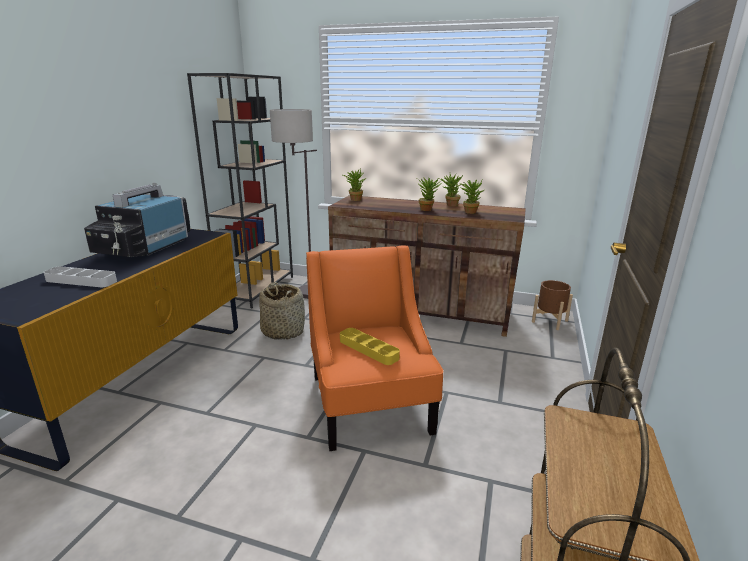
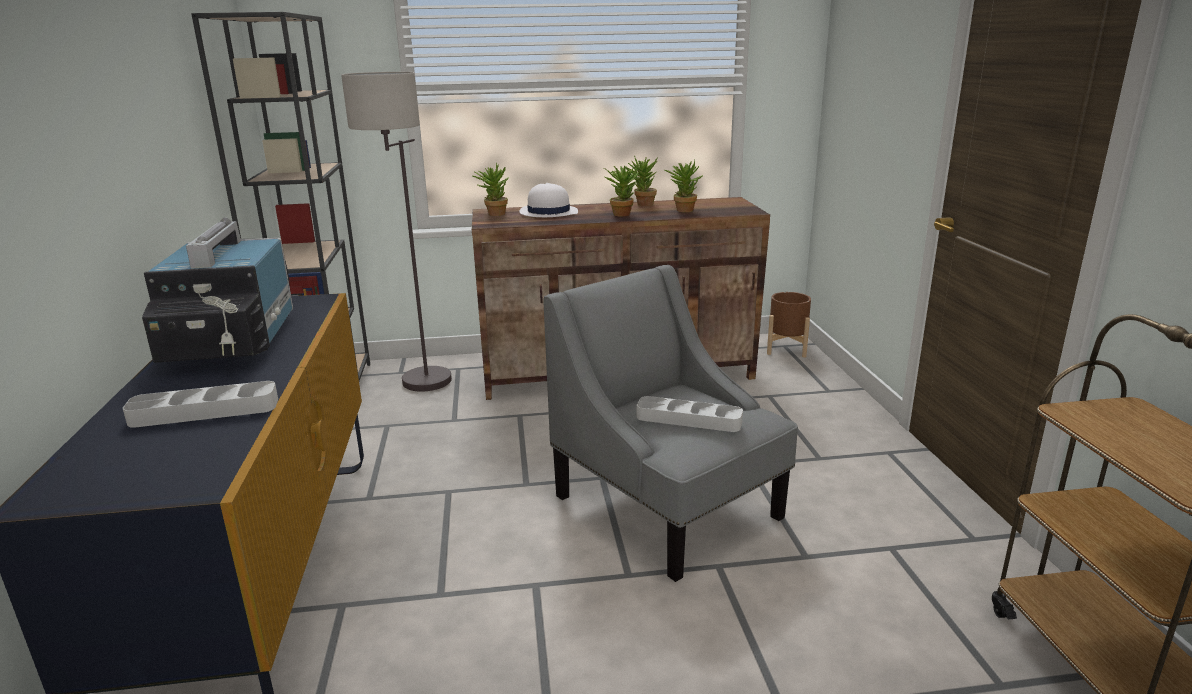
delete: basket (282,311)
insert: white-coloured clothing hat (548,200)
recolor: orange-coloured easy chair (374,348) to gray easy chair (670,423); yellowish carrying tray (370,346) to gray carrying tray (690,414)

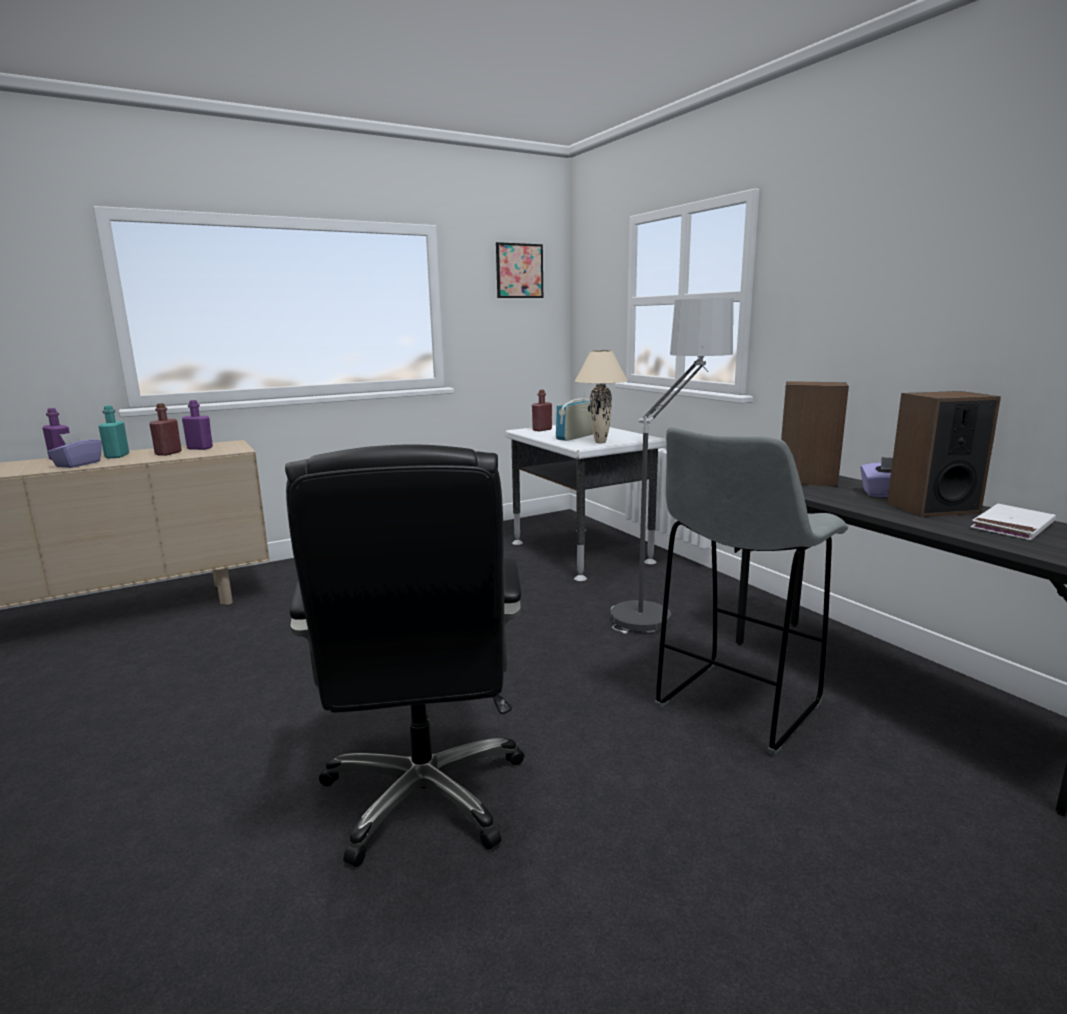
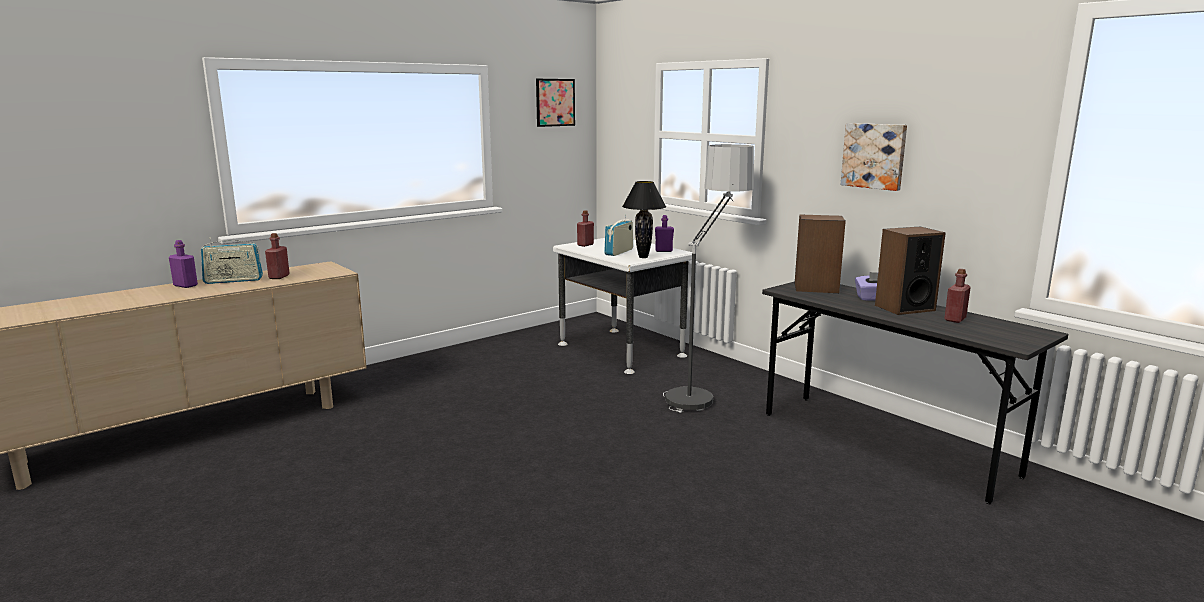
delete: gray stool (751,591); purplish tissue holder (74,450); black-coloured office chair (405,655)
insert: wall art (874,157)
move: purplish beverage bottle (197,425) to (664,233)
replace: turquoise beverage bottle (114,431) to radio receiver (232,261); white-coloured book (1013,522) to reddish beverage bottle (957,296)
recolor: sand-coloured table lamp (601,396) to black-coloured table lamp (644,219)

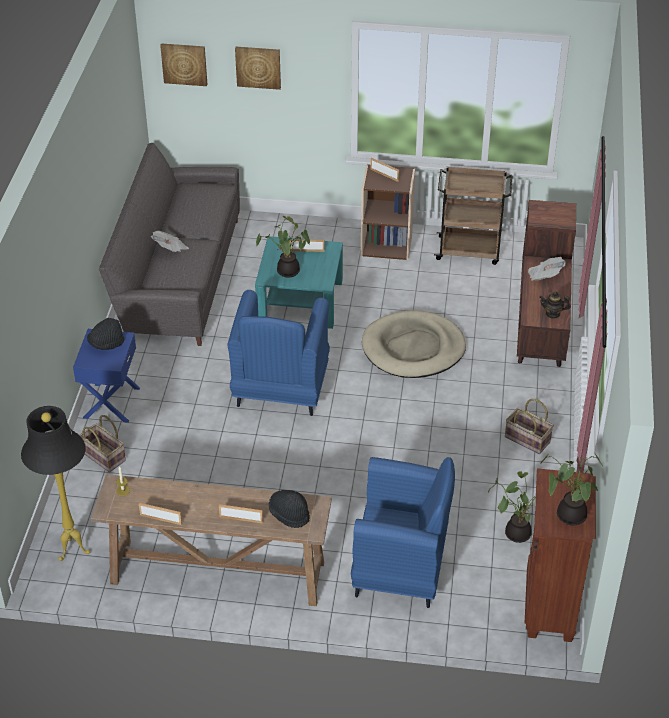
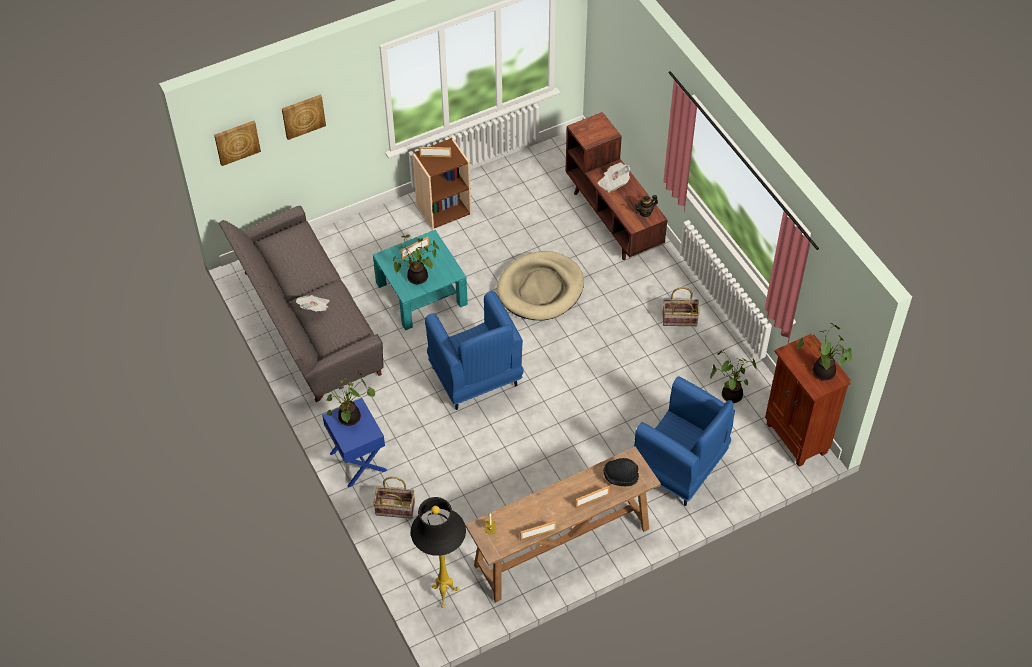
delete: brownish trolley (473,215)
replace: black-coloured clothing hat (105,334) to houseplant (350,398)
rotate: bluish easy chair (403,532) = (684,441) 60 degrees clockwise

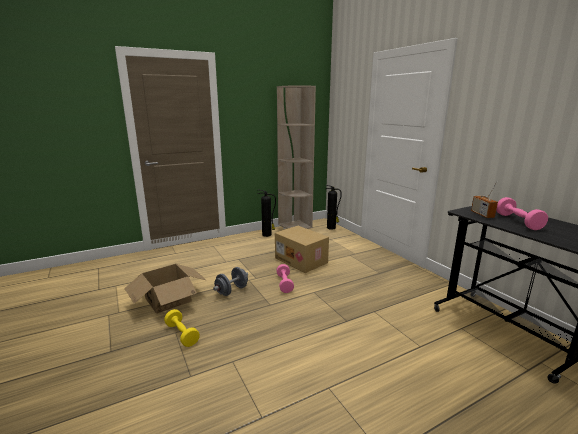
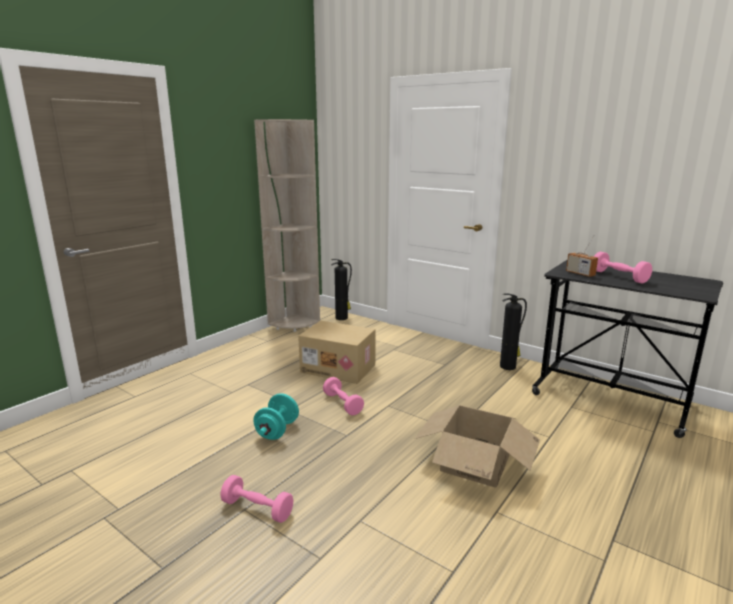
move: fire extinguisher (266,213) to (513,331); cardboard box (165,289) to (477,446)
recolor: gray free weight (230,281) to turquoise free weight (276,416); yellowish free weight (182,328) to pink-coloured free weight (256,499)

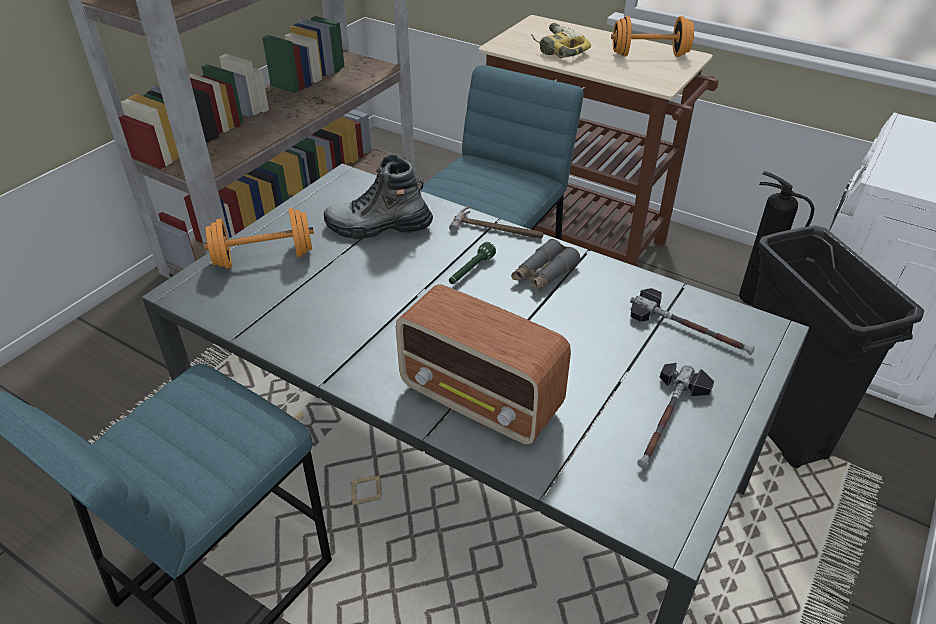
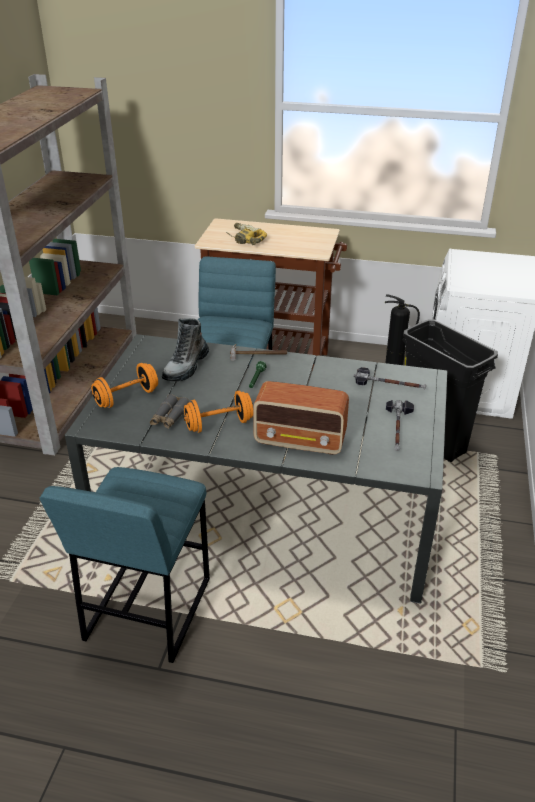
move: orange-coloured free weight (652,36) to (218,412); gray binoculars (546,265) to (170,411)
rotate: high-top boot (378,196) = (185,349) 45 degrees counterclockwise

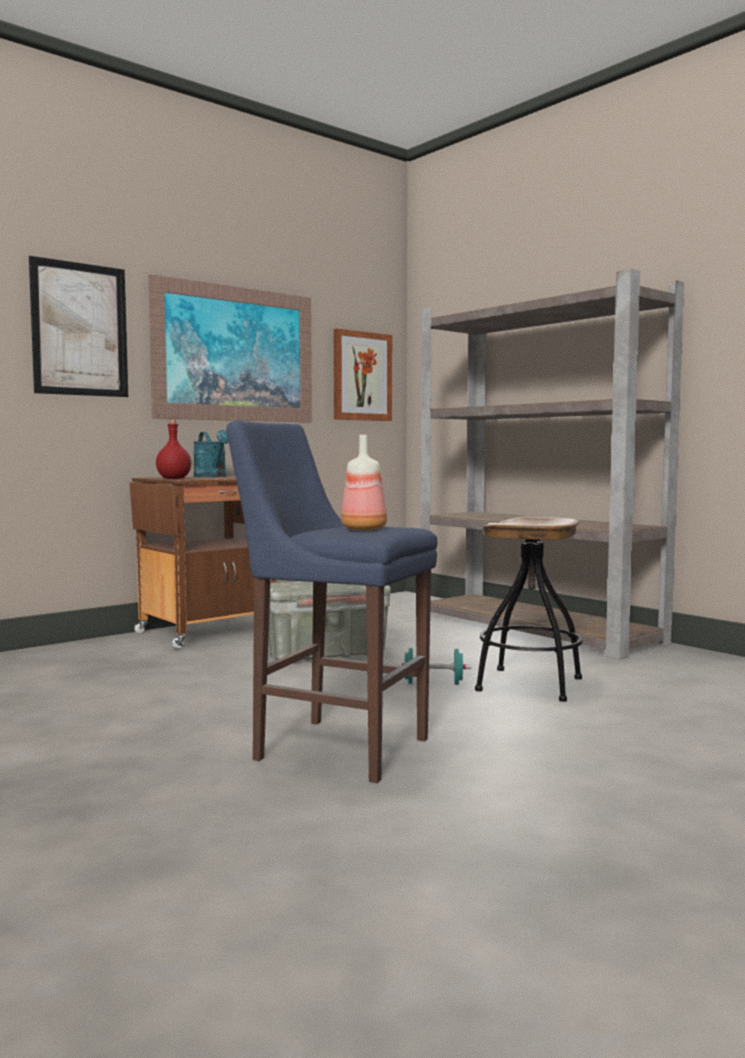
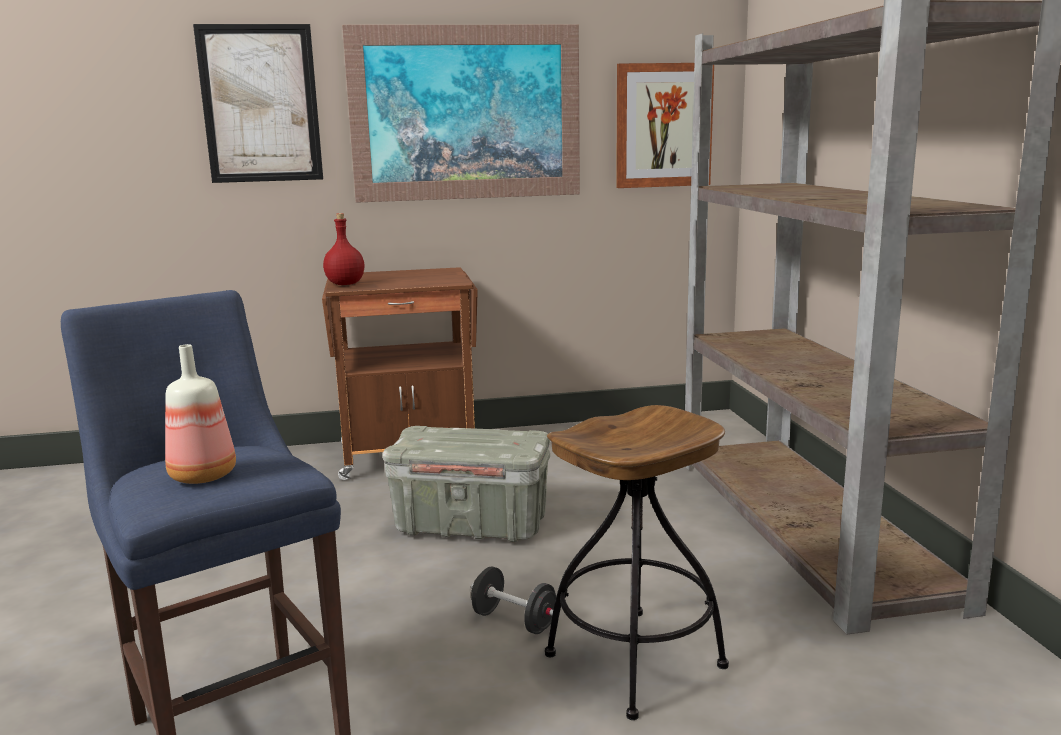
delete: turquoise watering pot (211,453)
recolor: turquoise free weight (433,666) to black-coloured free weight (513,600)

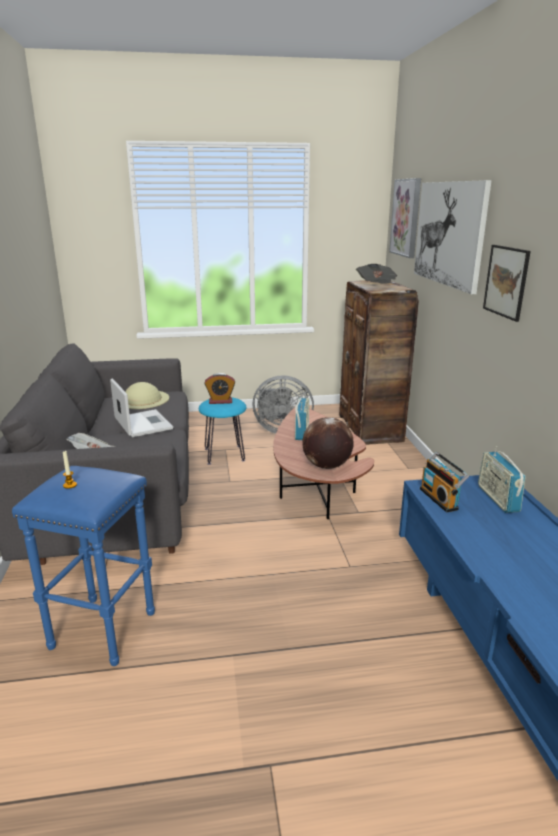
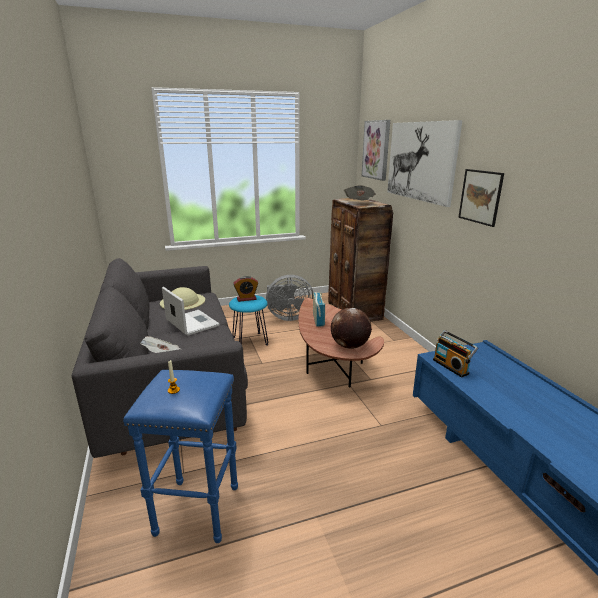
delete: radio receiver (502,479)

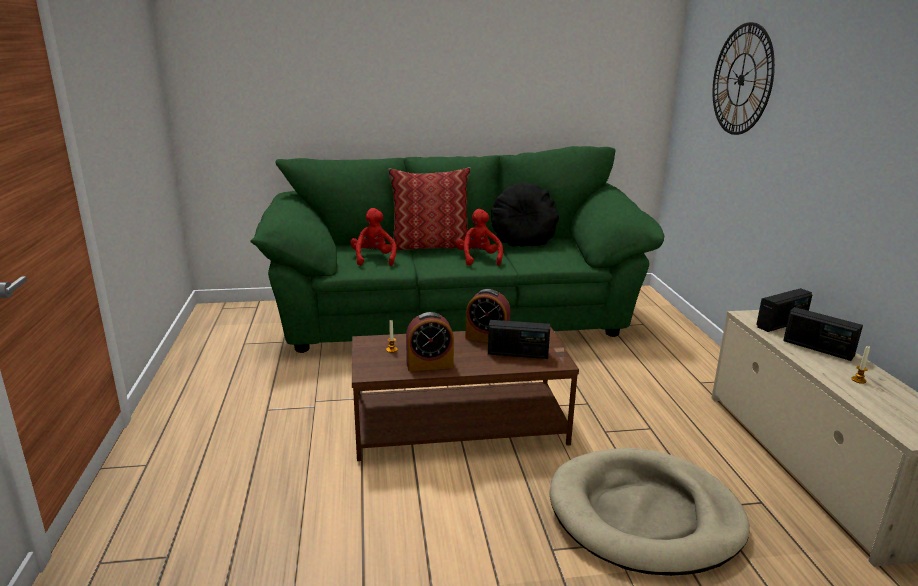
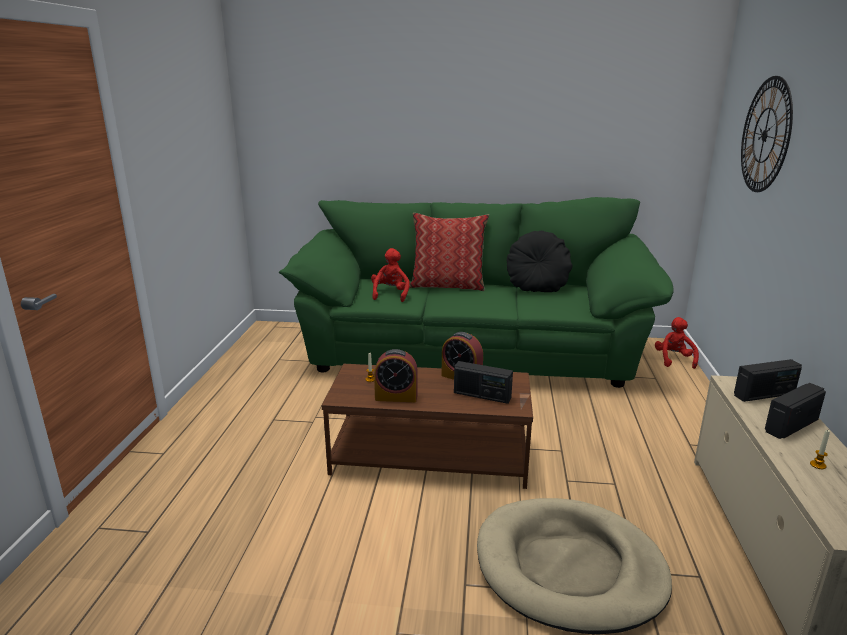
move: reddish plush toy (479,237) to (677,343)
rotate: radio receiver (823,334) = (795,411) 90 degrees clockwise

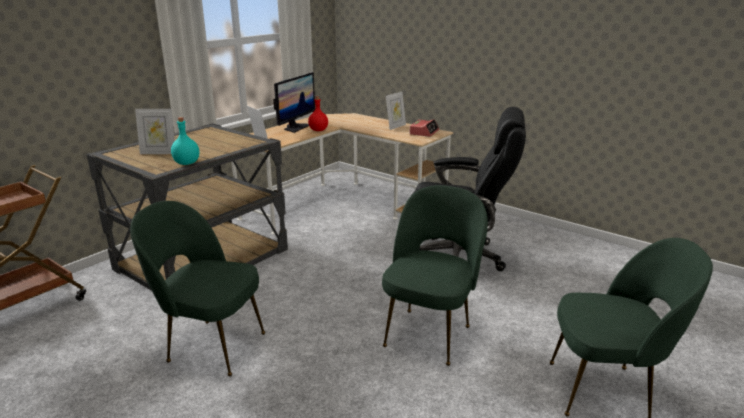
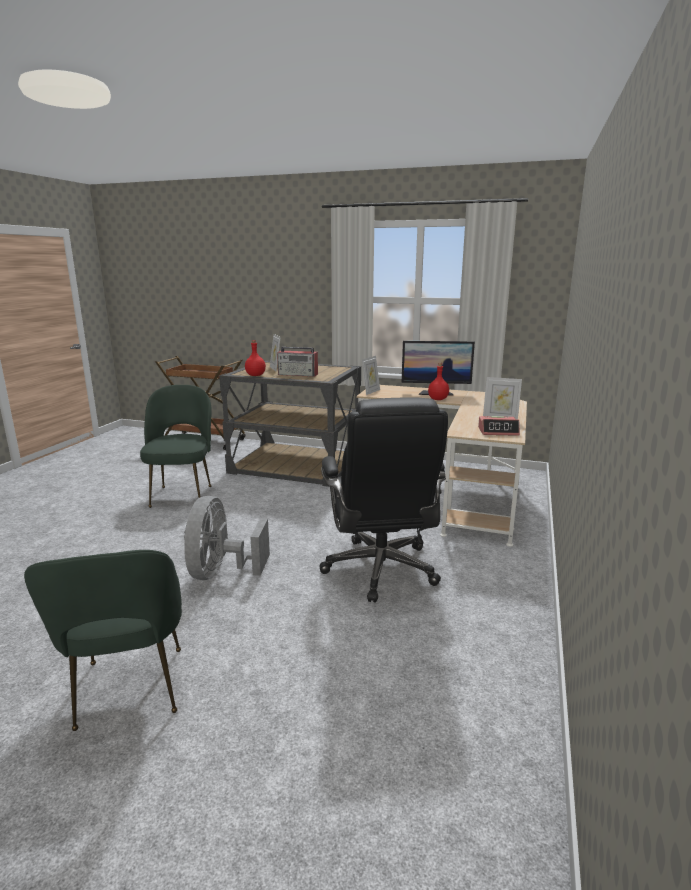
insert: radio receiver (297,362)
replace: green-coloured plain chair (435,275) to gray fan (227,538)
recolor: turquoise beverage bottle (185,141) to reddish beverage bottle (255,358)

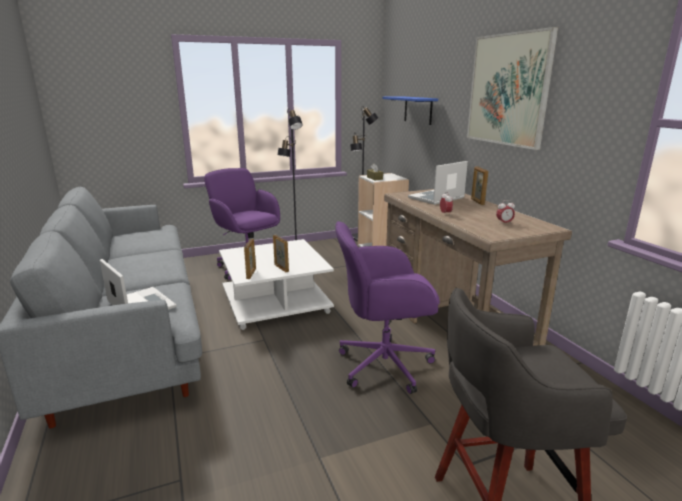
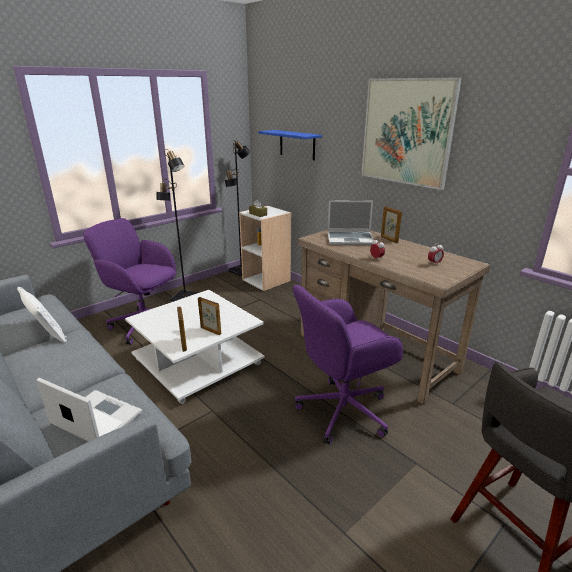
insert: white-coloured throw pillow (42,315)
rotate: portable computer (438,183) = (351,222) 120 degrees counterclockwise

